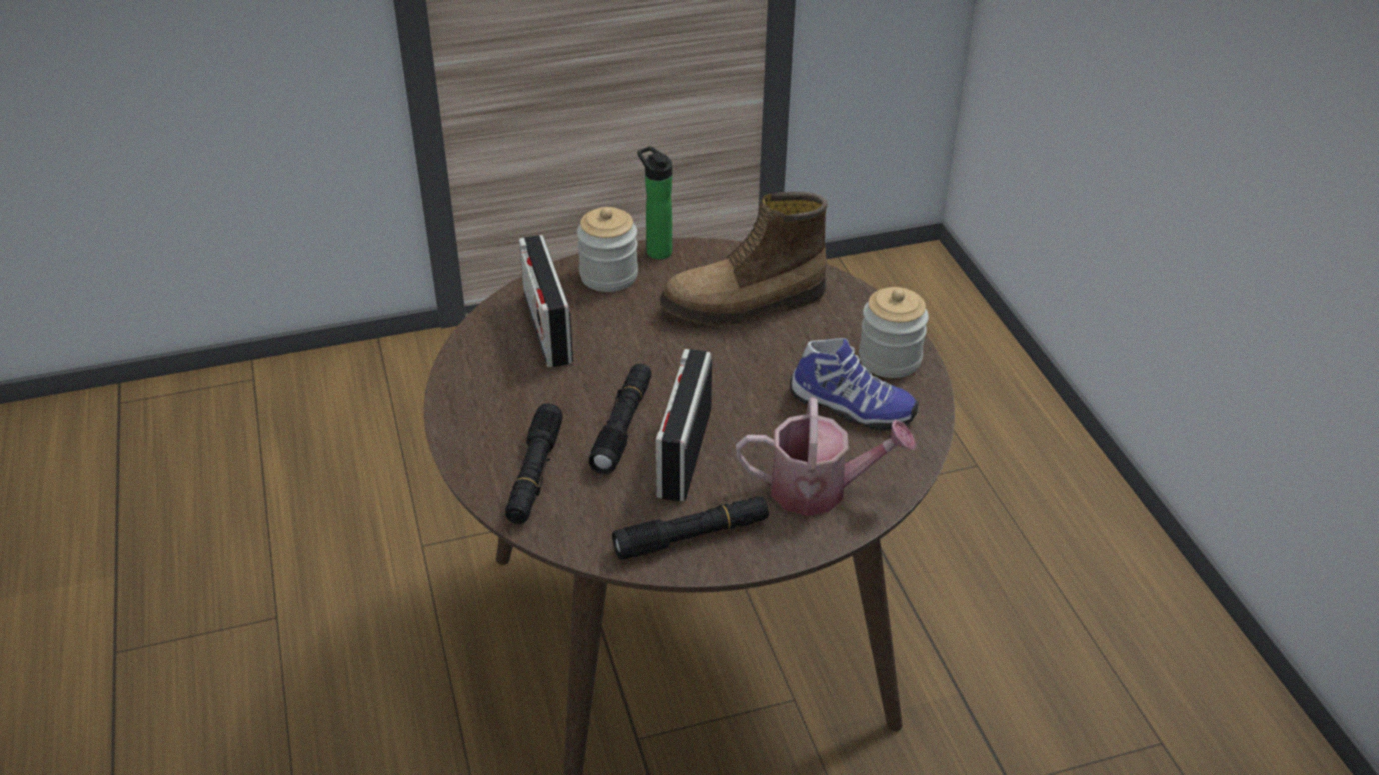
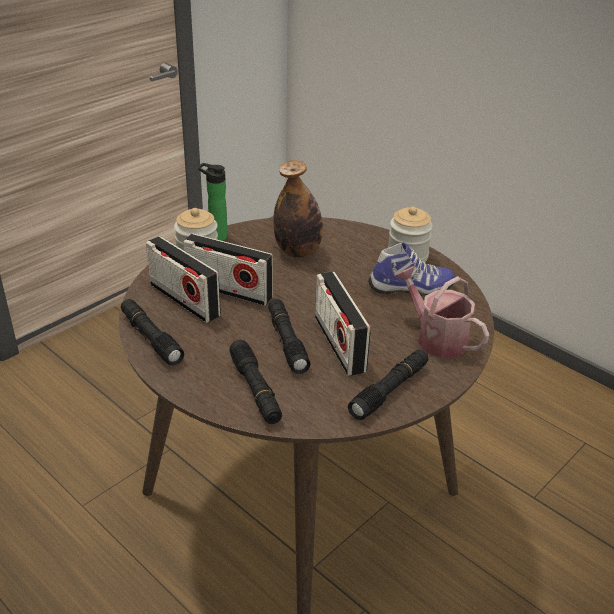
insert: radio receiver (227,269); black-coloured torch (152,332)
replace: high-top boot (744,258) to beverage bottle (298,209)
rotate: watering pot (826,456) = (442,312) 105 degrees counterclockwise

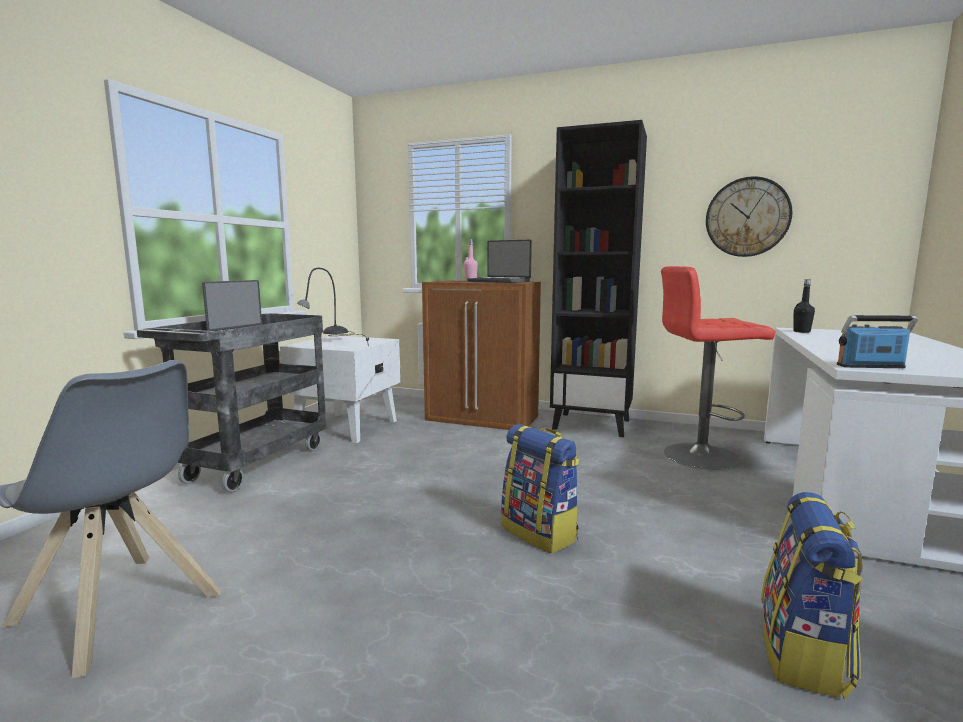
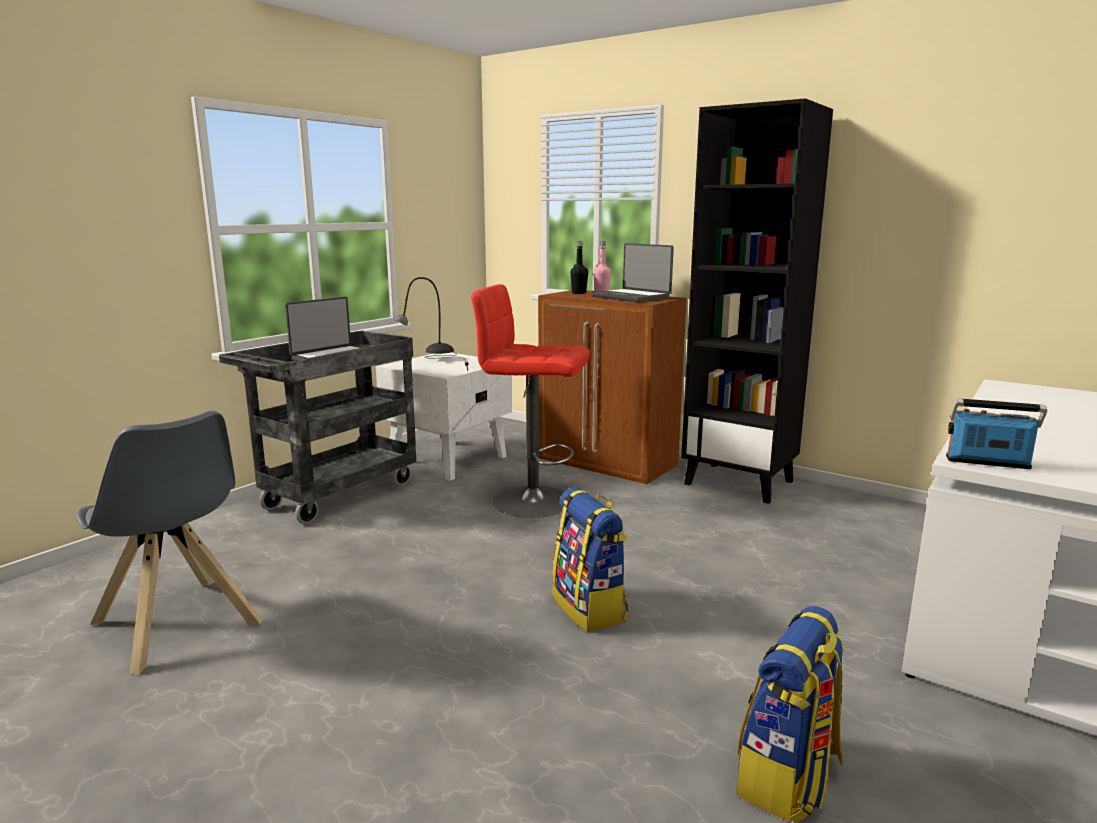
delete: hanging clock (749,216)
move: reddish stool (718,368) to (530,401); black-coloured beverage bottle (804,306) to (579,267)

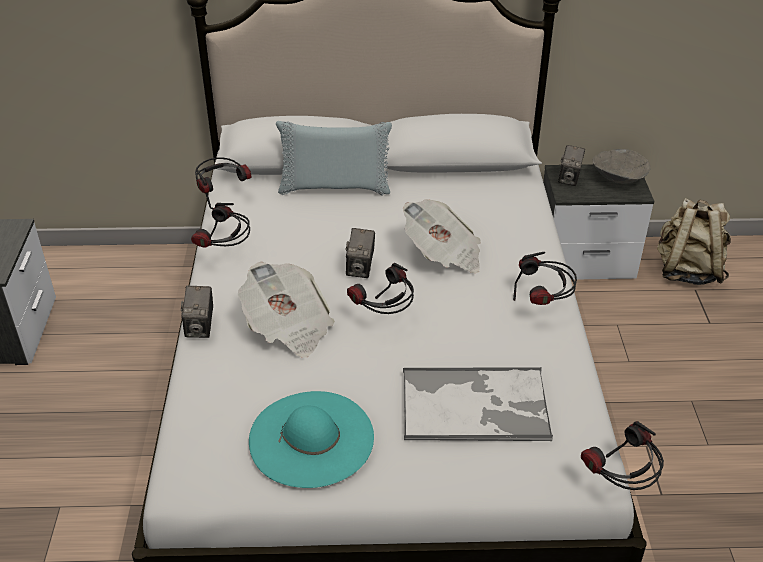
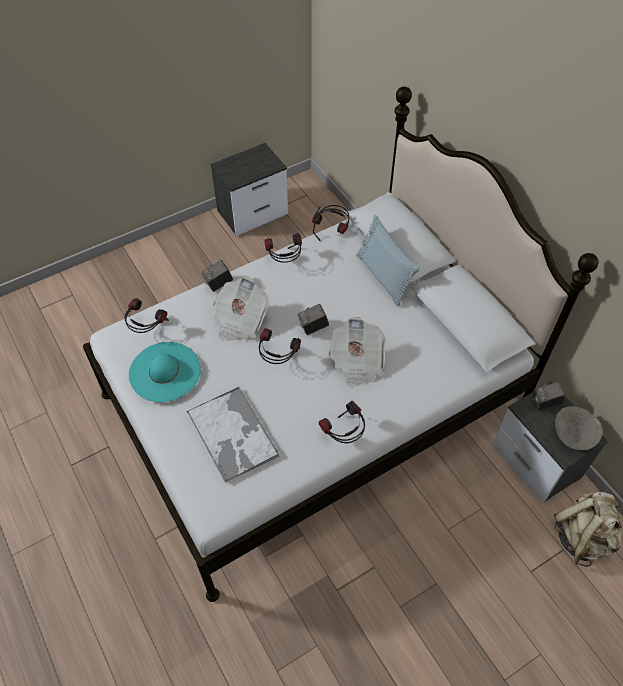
move: headphones (622,455) to (146,315)

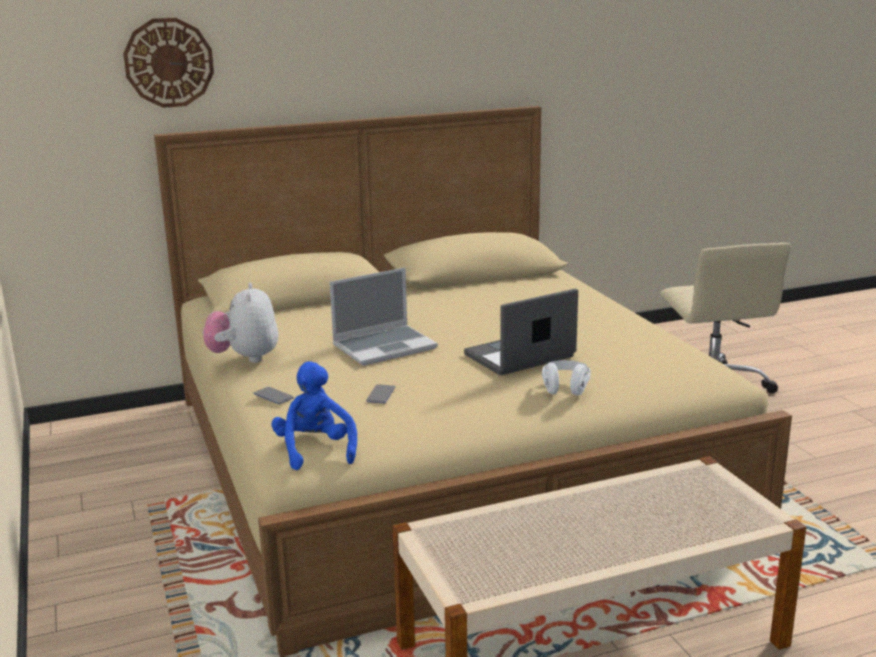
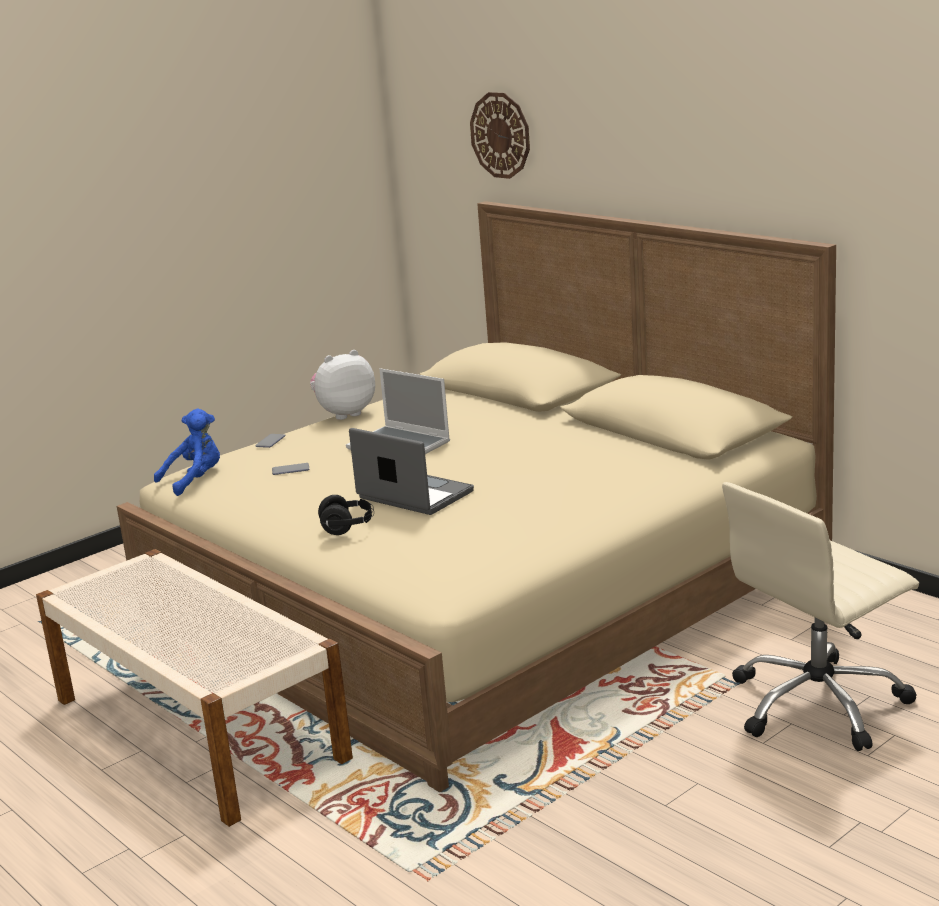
recolor: white-coloured headphones (566,378) to black-coloured headphones (346,515)

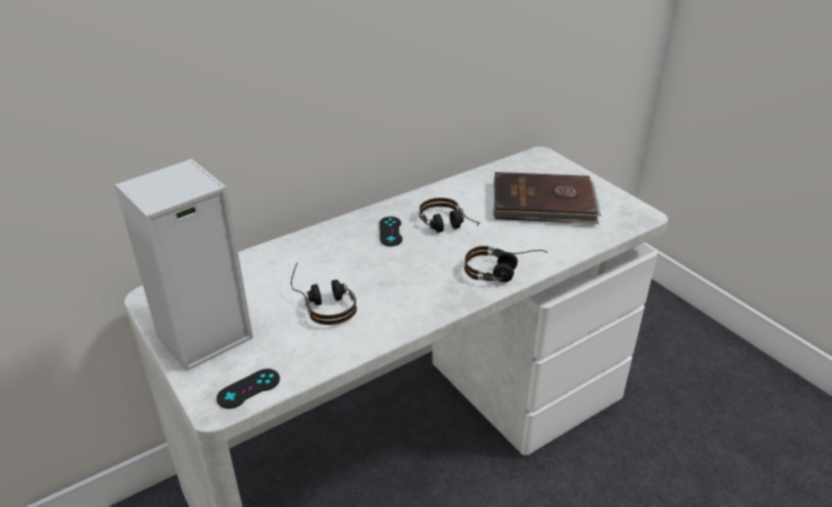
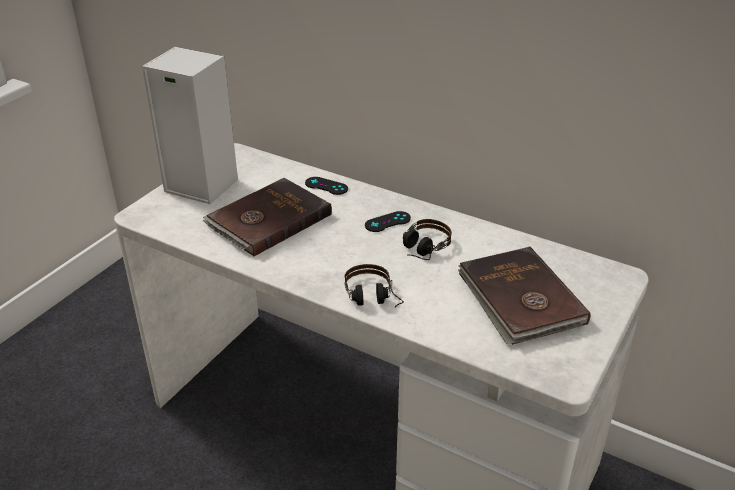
move: black-coloured joypad (248,389) to (326,186)
replace: headphones (324,294) to brownish book (267,217)

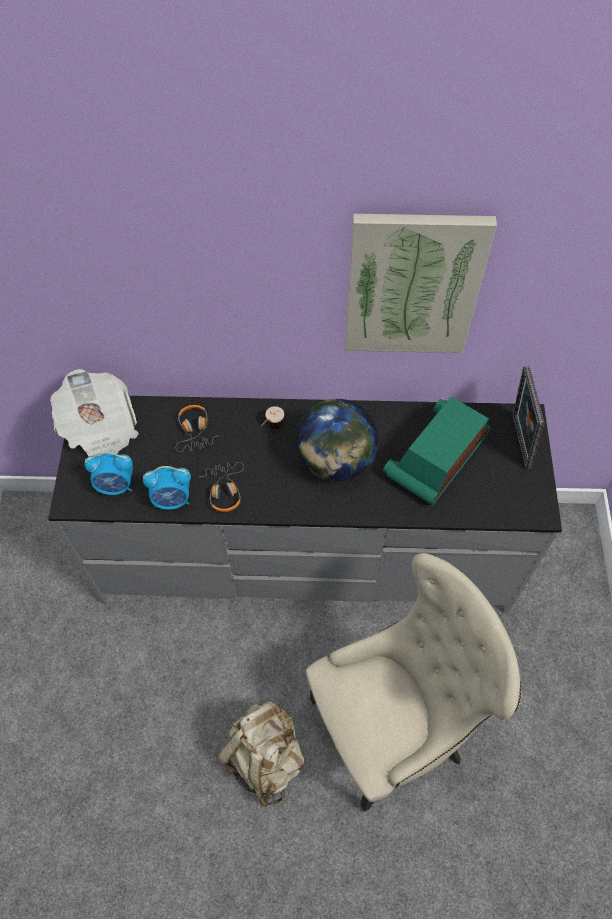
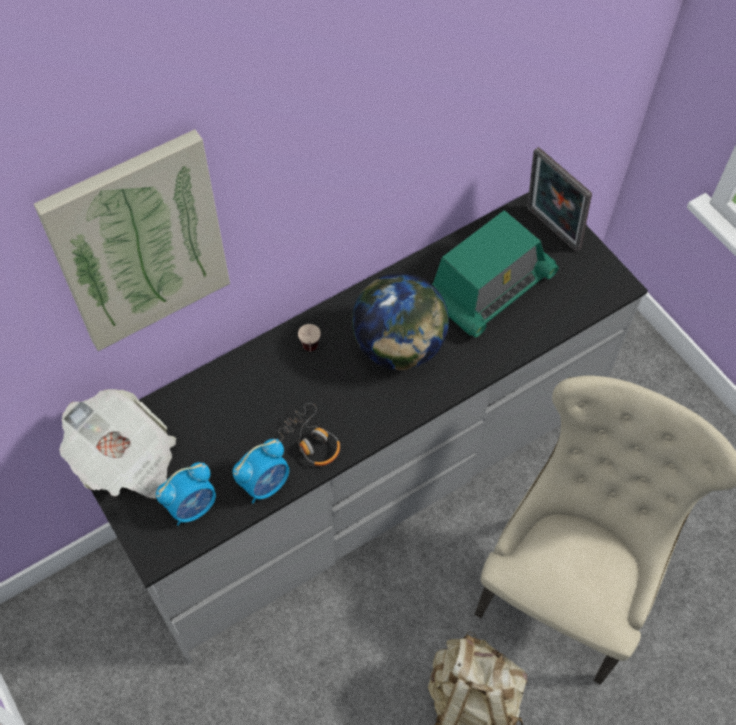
delete: headphones (196,428)
move: wall art (421,283) to (132,240)
rotate: radio receiver (437,451) = (495,274) 135 degrees counterclockwise

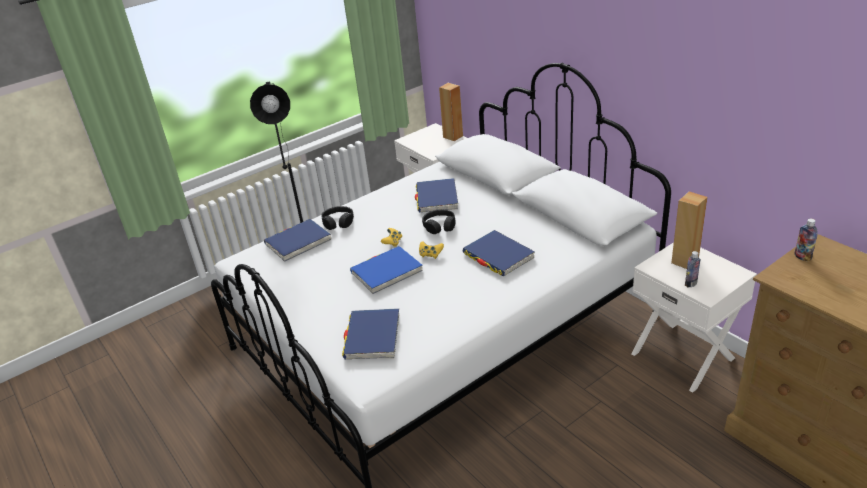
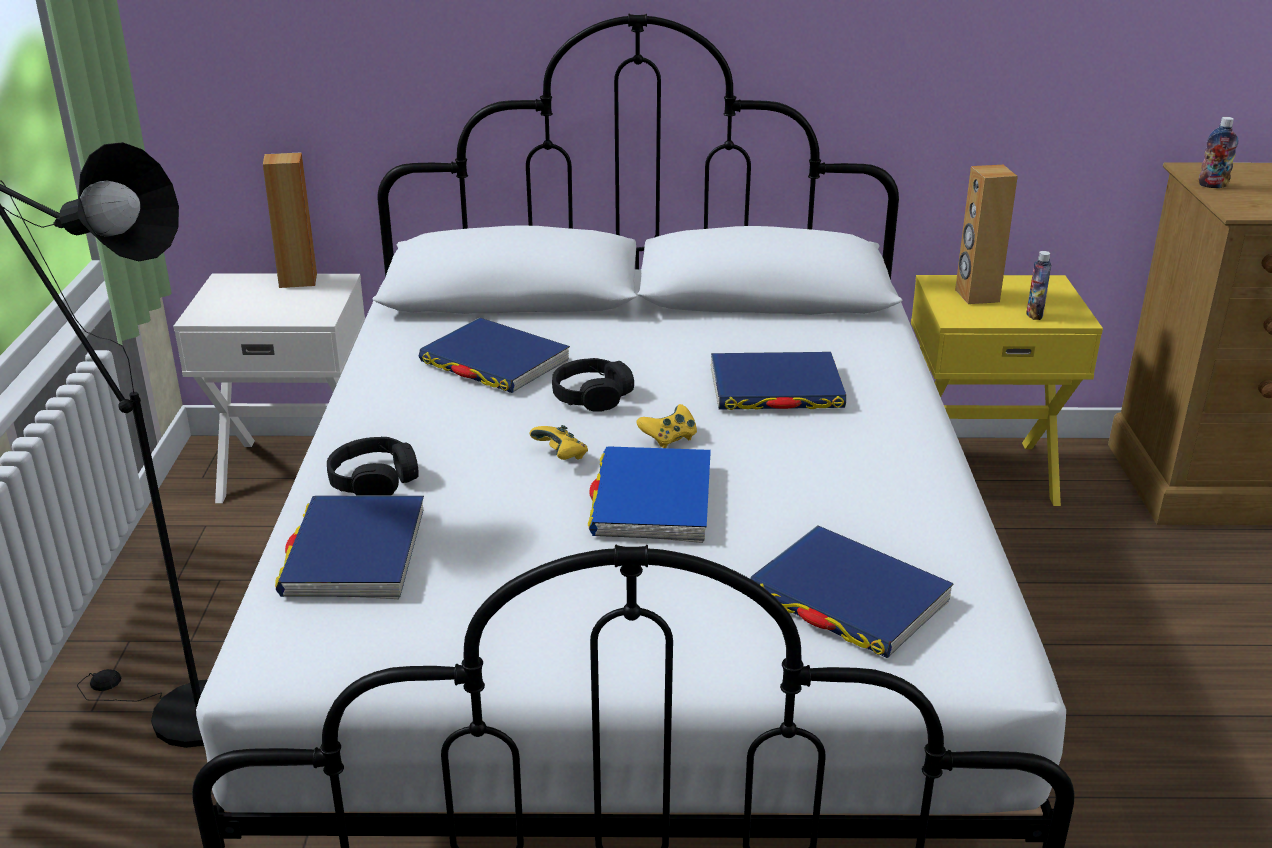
recolor: white-coloured nightstand (694,317) to yellowish nightstand (1007,390)

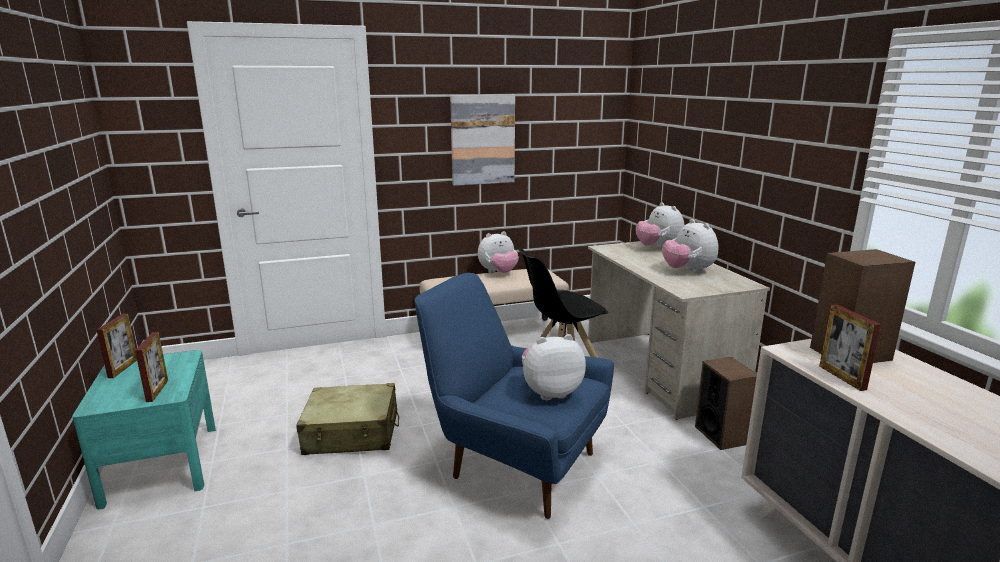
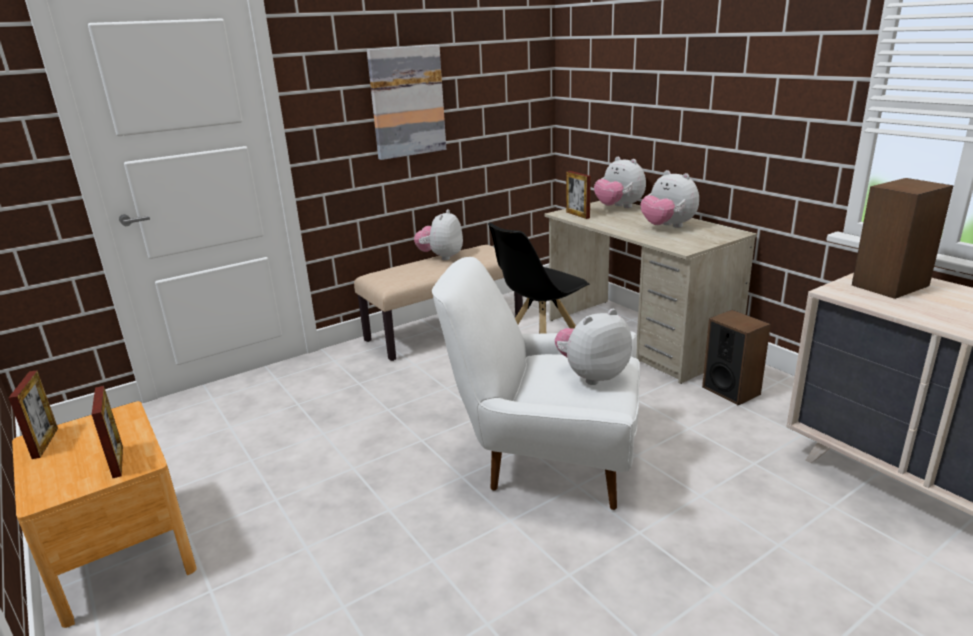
delete: sand-coloured piece of luggage (347,419)
move: picture frame (850,347) to (578,195)
recolor: bluish easy chair (514,396) to white-coloured easy chair (536,383); turquoise nightstand (144,429) to brownish nightstand (104,514)
rotate: plush toy (498,252) = (438,234) 150 degrees clockwise

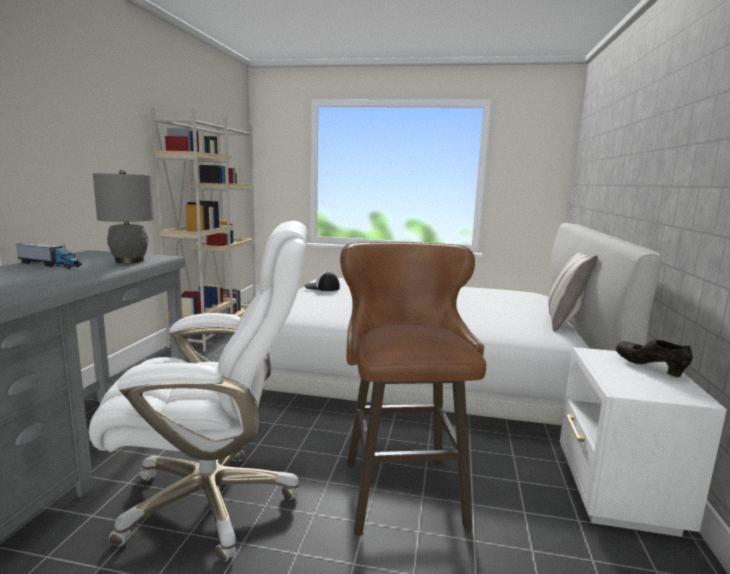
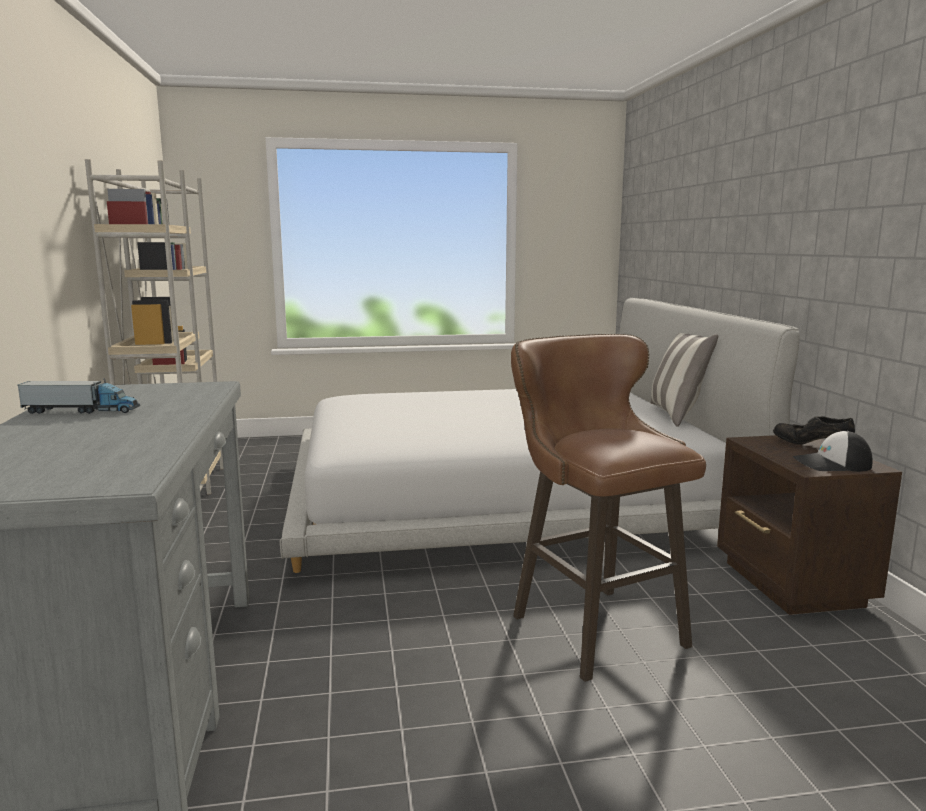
delete: gray table lamp (123,216); white-coloured office chair (198,391)
move: baseball cap (322,281) to (832,451)
recolor: white-coloured nightstand (643,442) to brownish nightstand (809,525)

